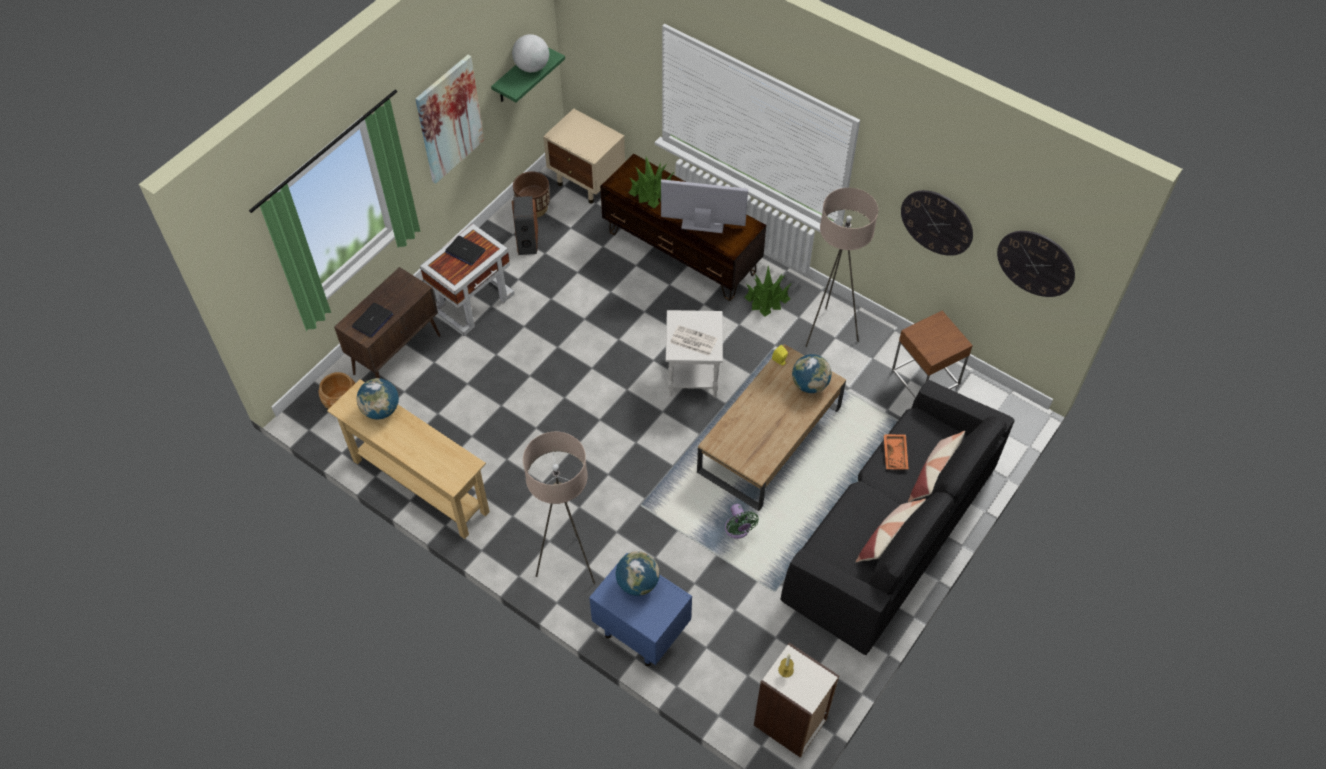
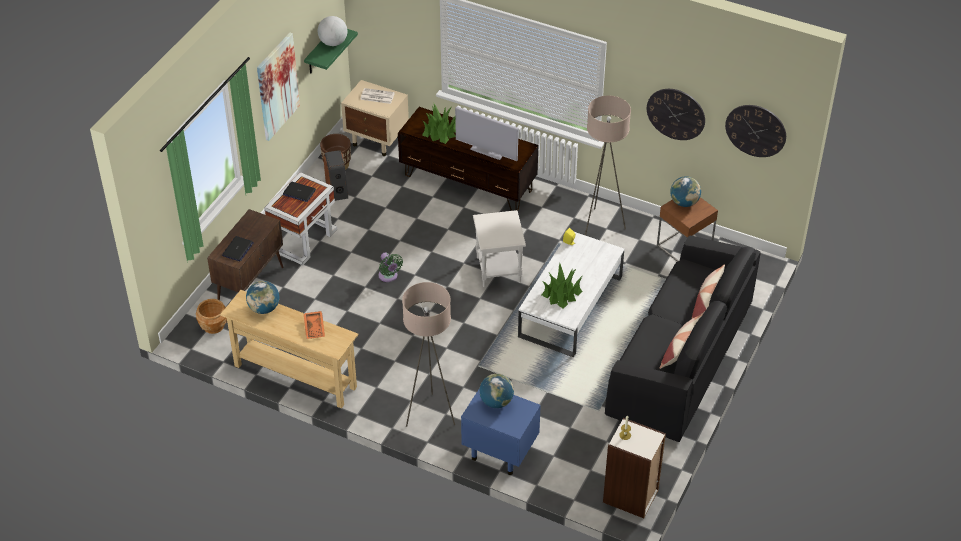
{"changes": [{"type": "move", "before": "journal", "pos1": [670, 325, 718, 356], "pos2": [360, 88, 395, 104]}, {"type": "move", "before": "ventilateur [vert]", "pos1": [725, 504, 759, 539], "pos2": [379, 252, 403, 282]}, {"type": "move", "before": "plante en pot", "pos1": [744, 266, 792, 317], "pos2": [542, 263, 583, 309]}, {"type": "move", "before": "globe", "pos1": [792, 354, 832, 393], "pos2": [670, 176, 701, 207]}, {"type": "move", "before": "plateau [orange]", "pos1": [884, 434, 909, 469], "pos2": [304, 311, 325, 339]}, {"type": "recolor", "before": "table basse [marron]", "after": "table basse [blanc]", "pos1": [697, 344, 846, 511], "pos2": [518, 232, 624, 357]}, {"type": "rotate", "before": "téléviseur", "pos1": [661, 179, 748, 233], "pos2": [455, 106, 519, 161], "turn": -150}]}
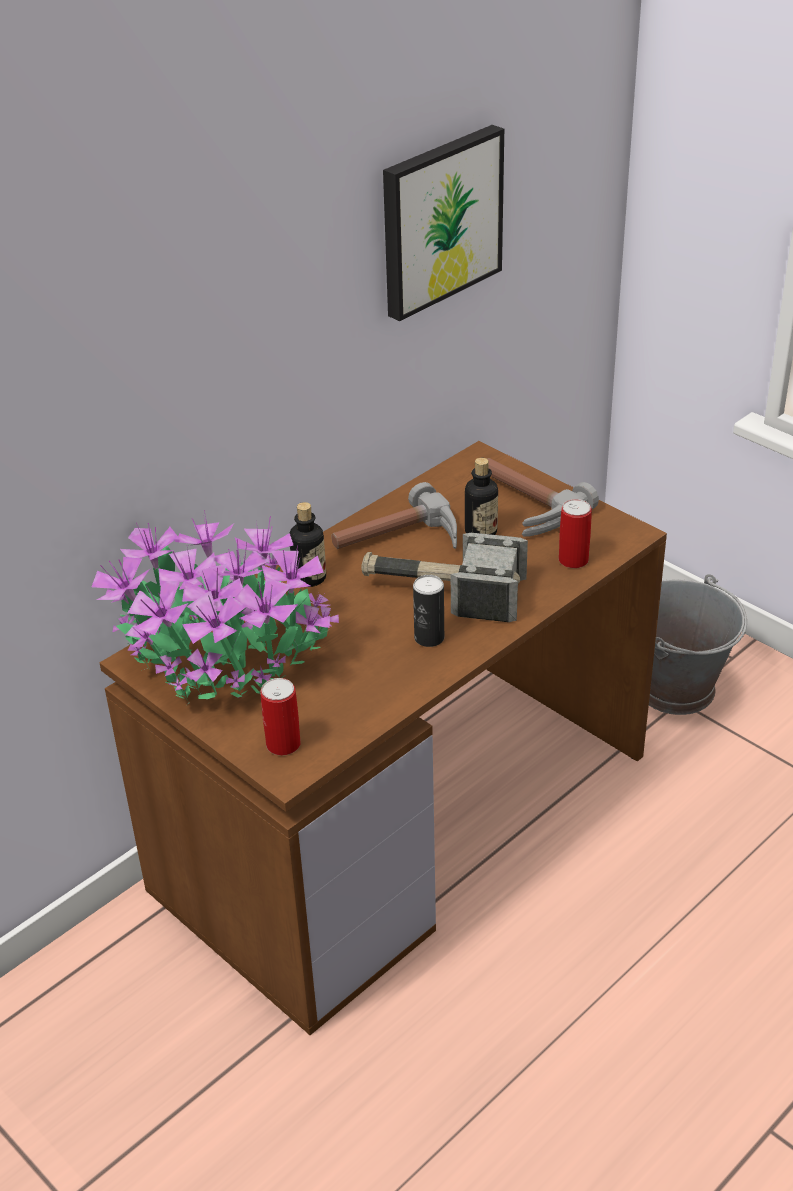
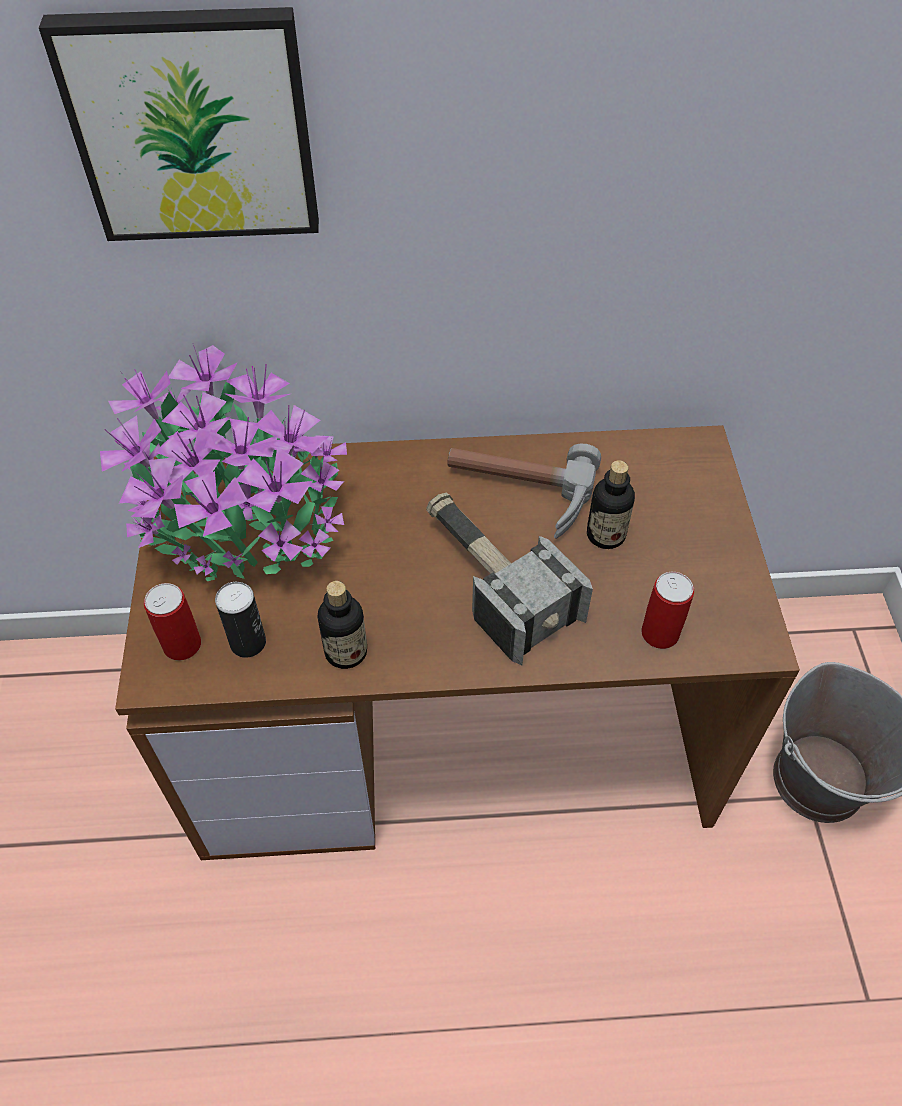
{"changes": [{"type": "delete", "before": "marteau", "pos1": [488, 458, 599, 537]}, {"type": "move", "before": "bouteille", "pos1": [290, 502, 326, 587], "pos2": [318, 581, 367, 669]}, {"type": "move", "before": "tableau", "pos1": [383, 125, 504, 321], "pos2": [39, 7, 319, 241]}, {"type": "move", "before": "boîte métallique", "pos1": [413, 575, 444, 647], "pos2": [215, 582, 266, 658]}]}
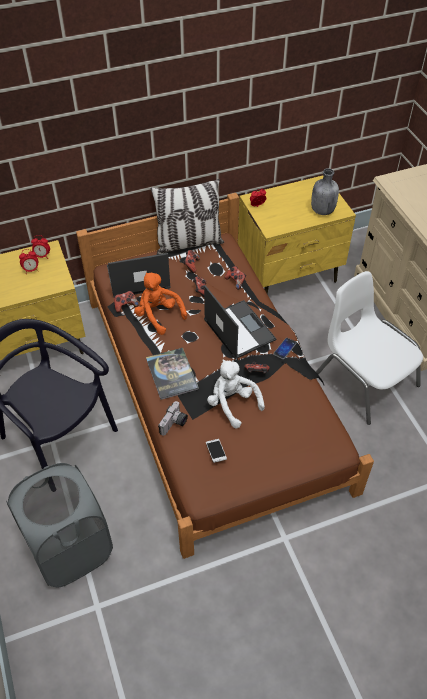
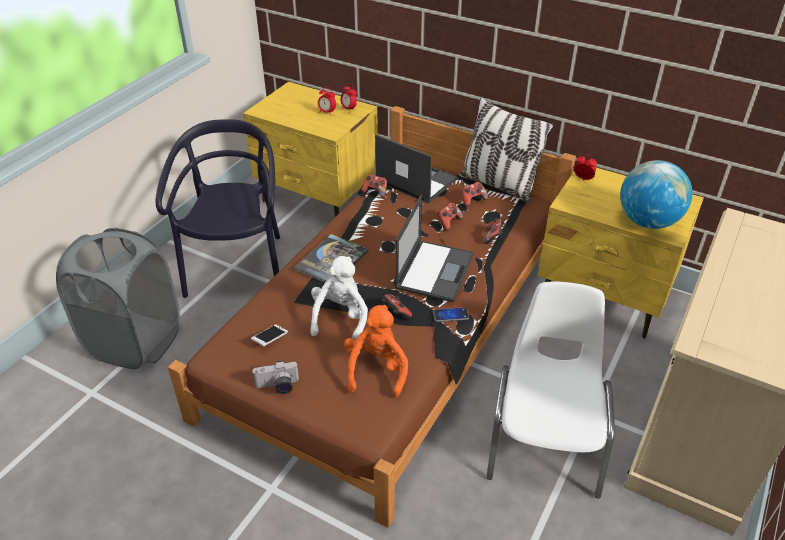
{"changes": [{"type": "move", "before": "peluche [orange]", "pos1": [134, 273, 187, 335], "pos2": [344, 305, 408, 398]}, {"type": "move", "before": "appareil photo", "pos1": [158, 401, 188, 436], "pos2": [252, 360, 299, 394]}, {"type": "replace", "before": "bouteille [gris]", "after": "globe", "pos1": [311, 168, 339, 215], "pos2": [620, 160, 692, 229]}]}
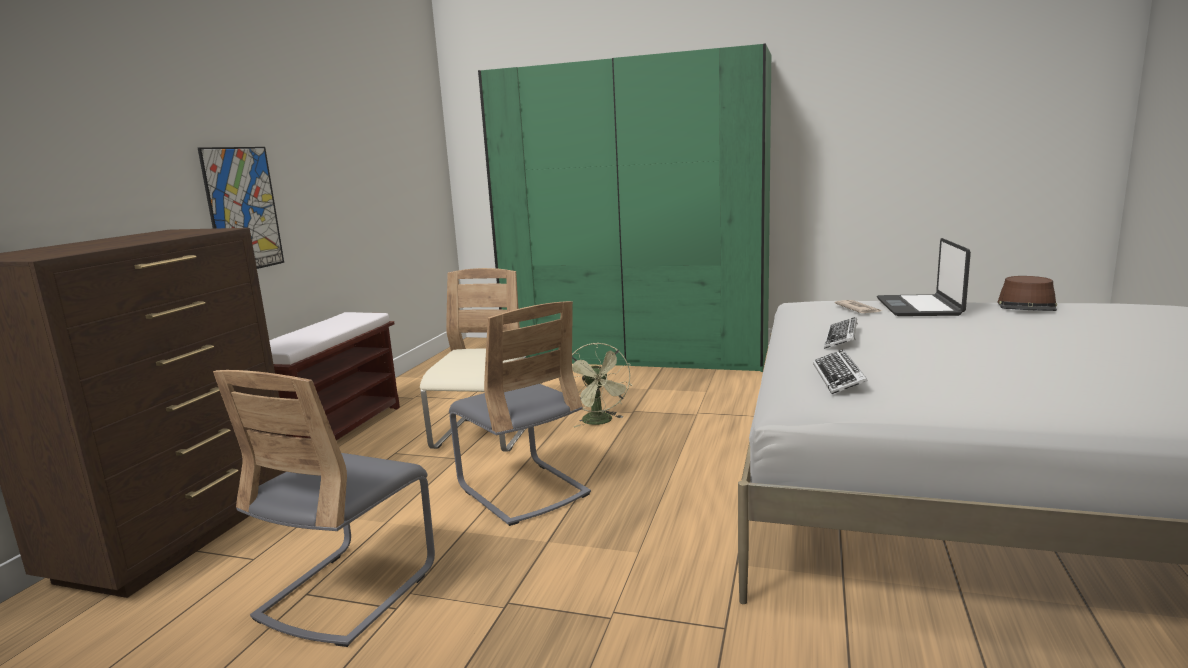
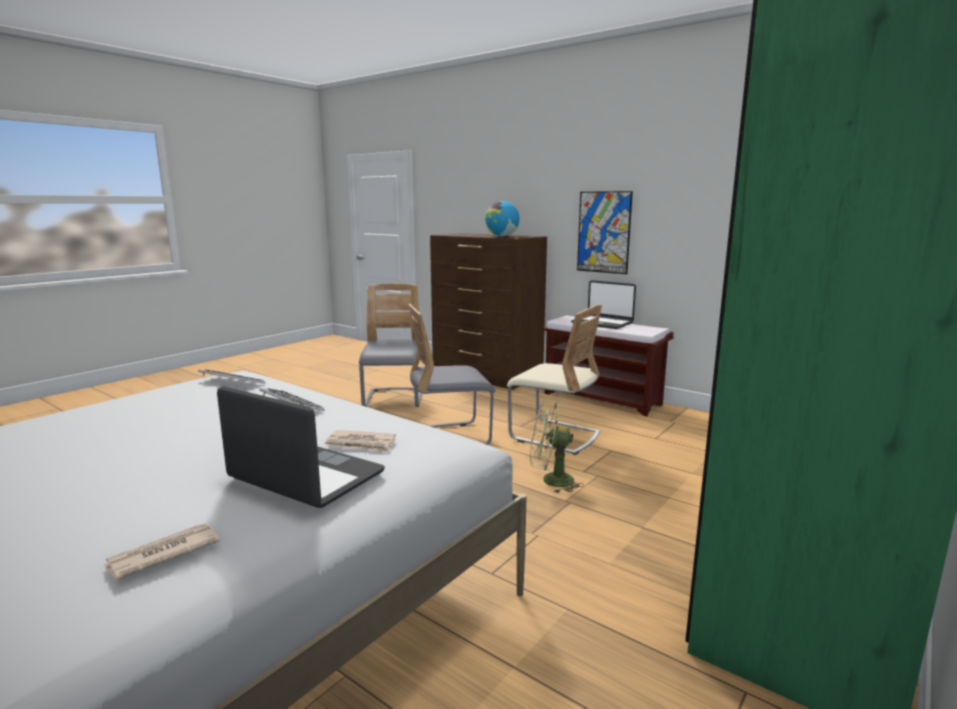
{"changes": [{"type": "insert", "after": "globe", "pos2": [485, 201, 520, 237]}, {"type": "insert", "after": "ordinateur portable", "pos2": [571, 280, 636, 329]}, {"type": "replace", "before": "chapeau [marron]", "after": "journal", "pos1": [997, 276, 1057, 311], "pos2": [103, 524, 220, 580]}, {"type": "rotate", "before": "chaise [gris]", "pos1": [213, 370, 435, 647], "pos2": [359, 283, 422, 407], "turn": 45}]}
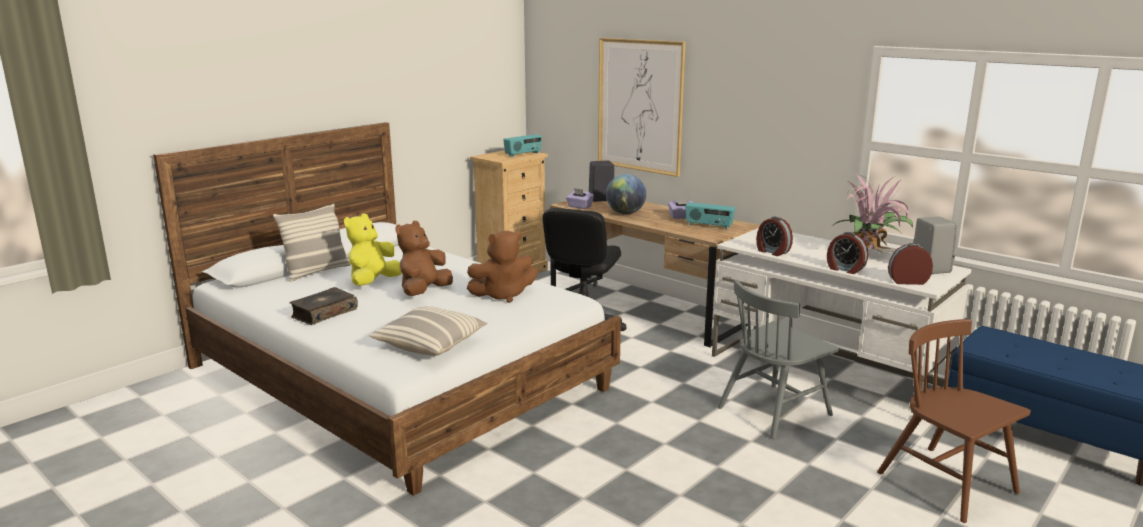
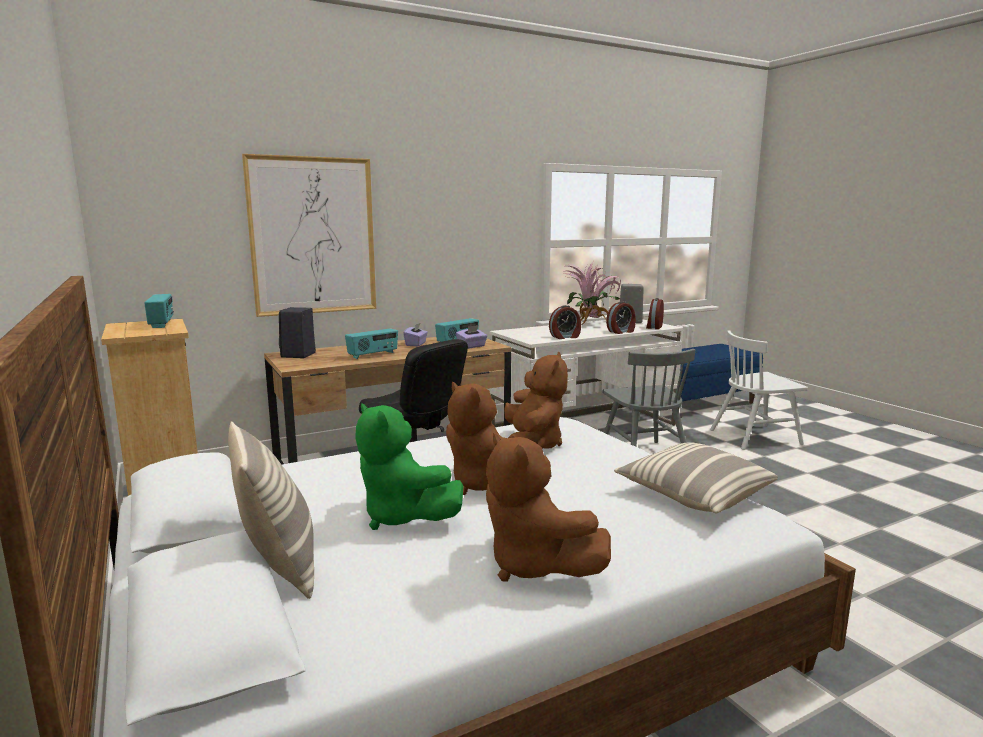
{"changes": [{"type": "move", "before": "boîte à mouchoirs [violet]", "pos1": [566, 188, 594, 209], "pos2": [456, 325, 487, 349]}, {"type": "replace", "before": "livre", "after": "peluche [marron]", "pos1": [289, 287, 358, 325], "pos2": [486, 433, 611, 582]}, {"type": "replace", "before": "globe", "after": "radio", "pos1": [606, 174, 646, 214], "pos2": [345, 328, 398, 359]}, {"type": "recolor", "before": "peluche [jaune]", "after": "peluche [vert]", "pos1": [344, 214, 401, 286], "pos2": [355, 403, 463, 530]}, {"type": "recolor", "before": "chaise [marron]", "after": "chaise [blanc]", "pos1": [877, 319, 1031, 523], "pos2": [710, 330, 808, 450]}]}
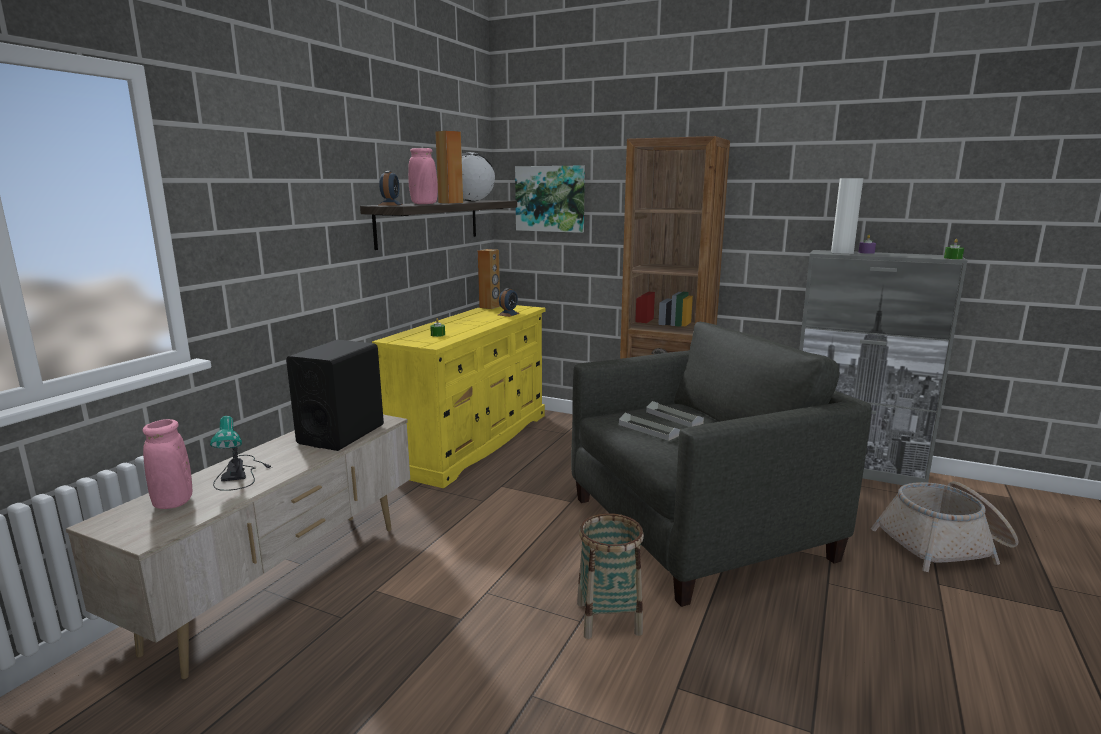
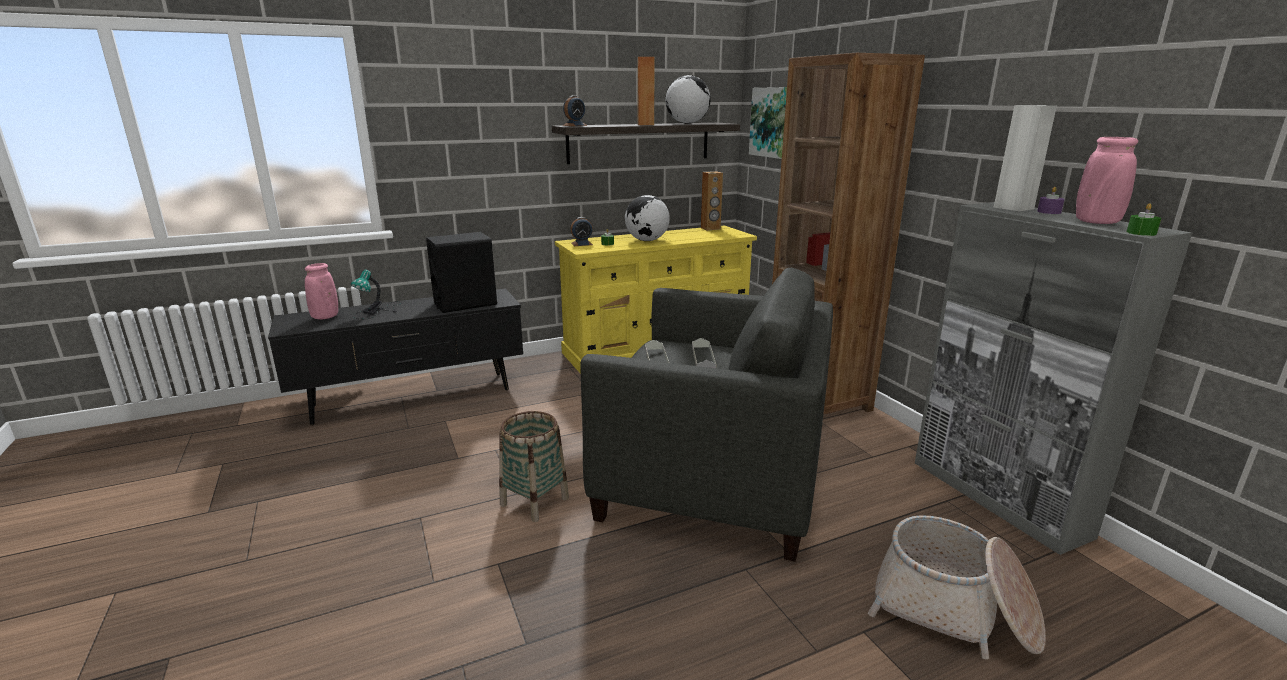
{"changes": [{"type": "insert", "after": "globe", "pos2": [625, 195, 670, 241]}, {"type": "move", "before": "vase [rose]", "pos1": [408, 148, 438, 204], "pos2": [1076, 137, 1138, 224]}, {"type": "move", "before": "réveil", "pos1": [498, 288, 520, 317], "pos2": [570, 217, 593, 246]}, {"type": "recolor", "before": "meuble télé [beige]", "after": "meuble télé [noir]", "pos1": [66, 414, 410, 679], "pos2": [268, 288, 523, 425]}]}
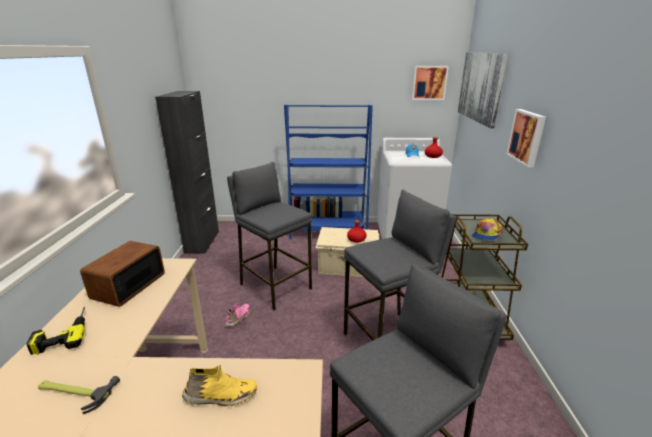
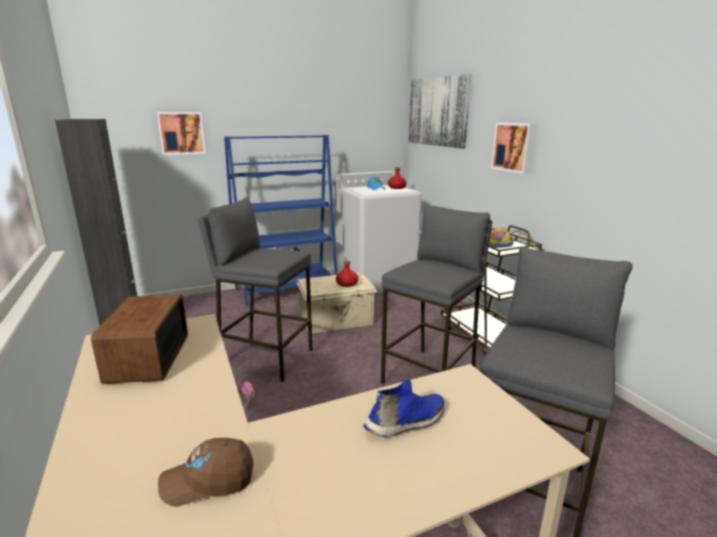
{"changes": [{"type": "delete", "before": "perceuse", "pos1": [26, 307, 85, 355]}, {"type": "move", "before": "tableau", "pos1": [412, 66, 449, 100], "pos2": [157, 112, 206, 155]}, {"type": "replace", "before": "marteau", "after": "casquette [marron]", "pos1": [38, 376, 120, 414], "pos2": [158, 438, 253, 507]}, {"type": "recolor", "before": "chaussure [jaune]", "after": "chaussure [bleu]", "pos1": [182, 365, 257, 406], "pos2": [363, 379, 444, 437]}]}
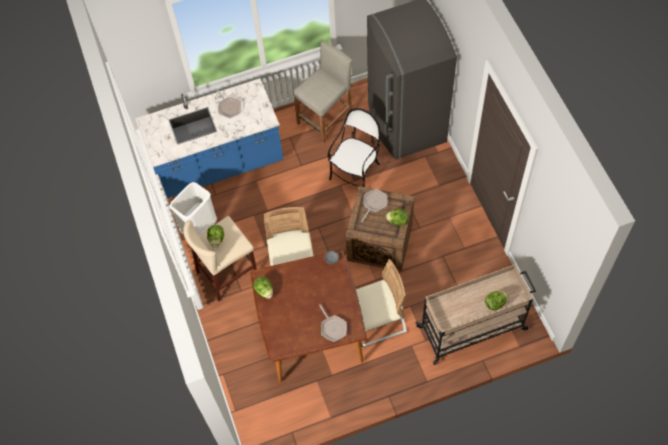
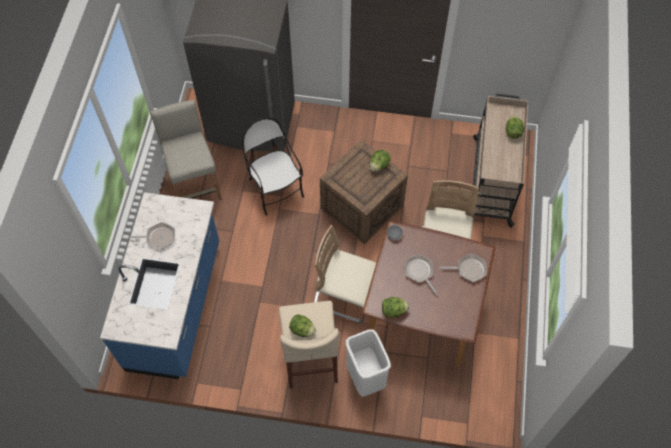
{"changes": [{"type": "move", "before": "poubelle [blanc]", "pos1": [169, 182, 217, 235], "pos2": [346, 329, 391, 396]}, {"type": "move", "before": "poêle", "pos1": [361, 189, 387, 222], "pos2": [405, 254, 437, 295]}]}
